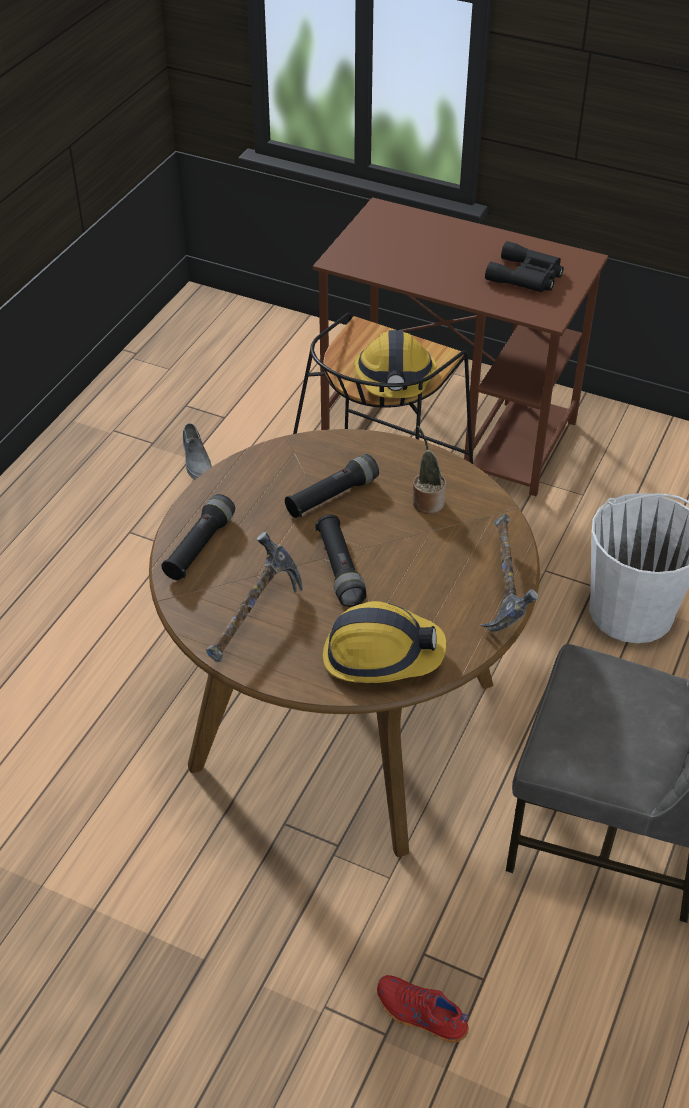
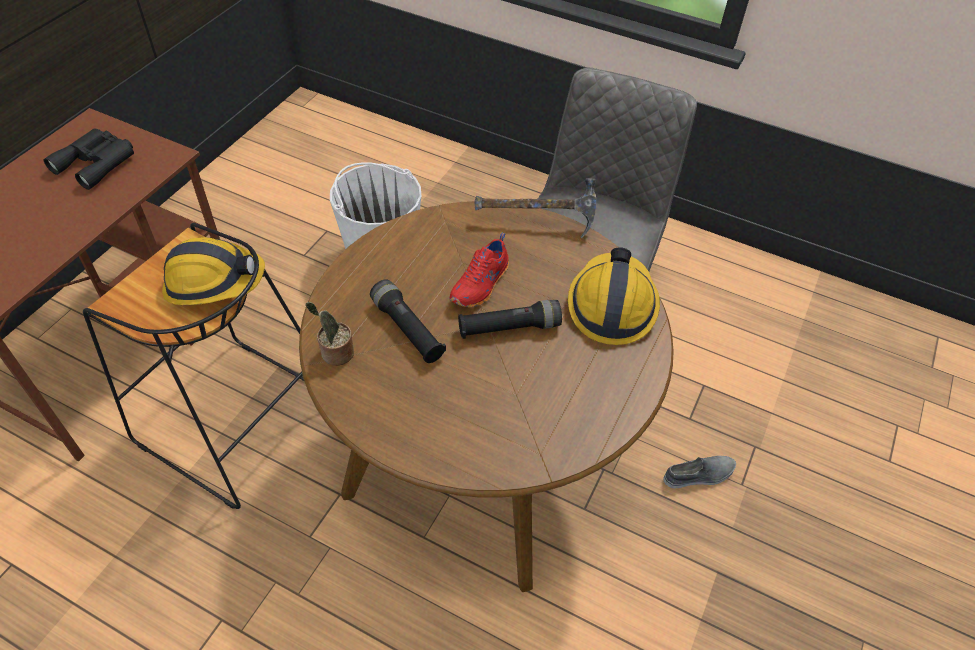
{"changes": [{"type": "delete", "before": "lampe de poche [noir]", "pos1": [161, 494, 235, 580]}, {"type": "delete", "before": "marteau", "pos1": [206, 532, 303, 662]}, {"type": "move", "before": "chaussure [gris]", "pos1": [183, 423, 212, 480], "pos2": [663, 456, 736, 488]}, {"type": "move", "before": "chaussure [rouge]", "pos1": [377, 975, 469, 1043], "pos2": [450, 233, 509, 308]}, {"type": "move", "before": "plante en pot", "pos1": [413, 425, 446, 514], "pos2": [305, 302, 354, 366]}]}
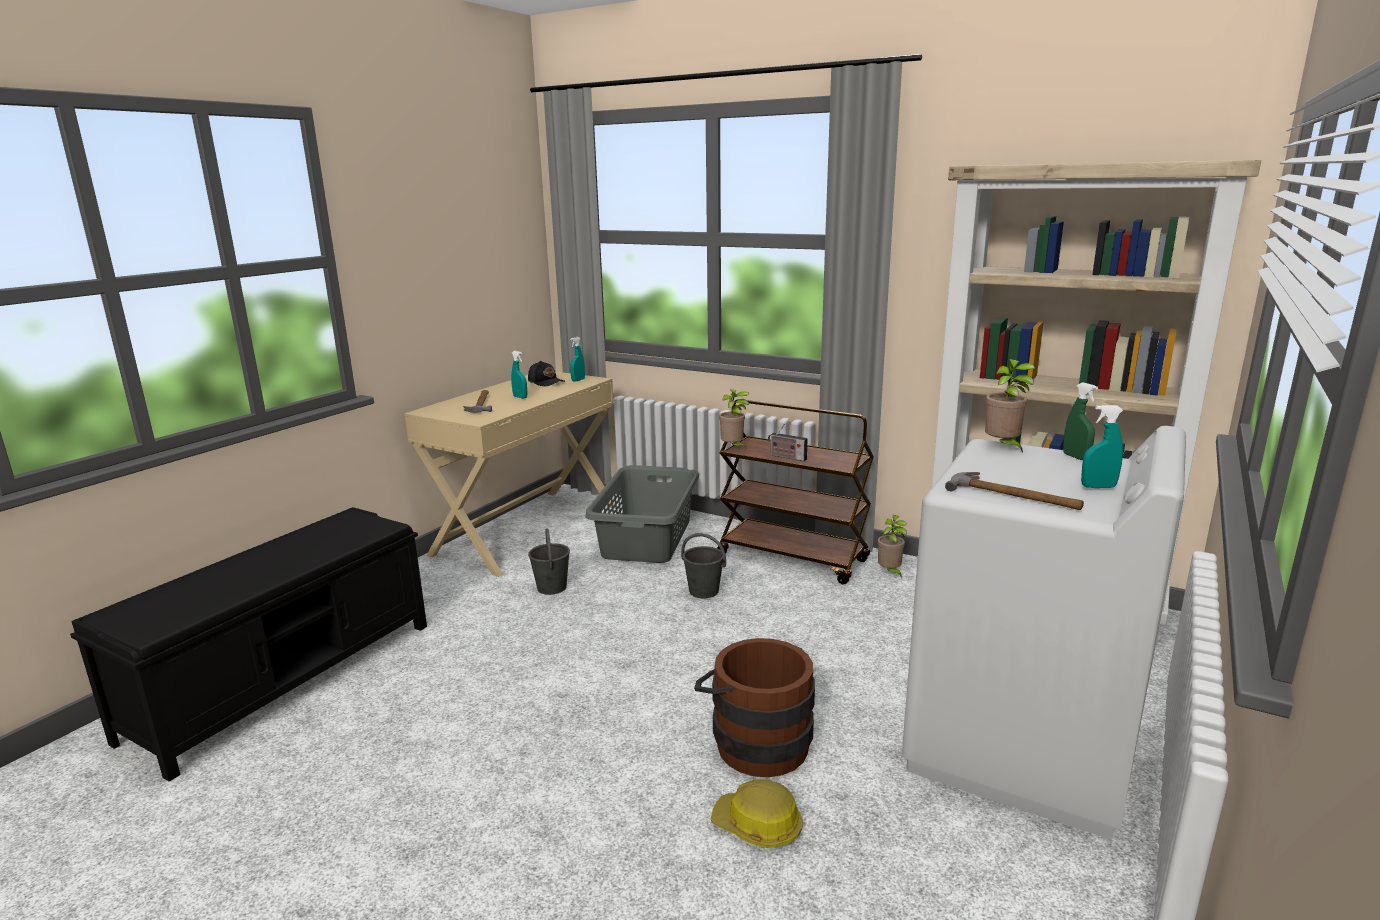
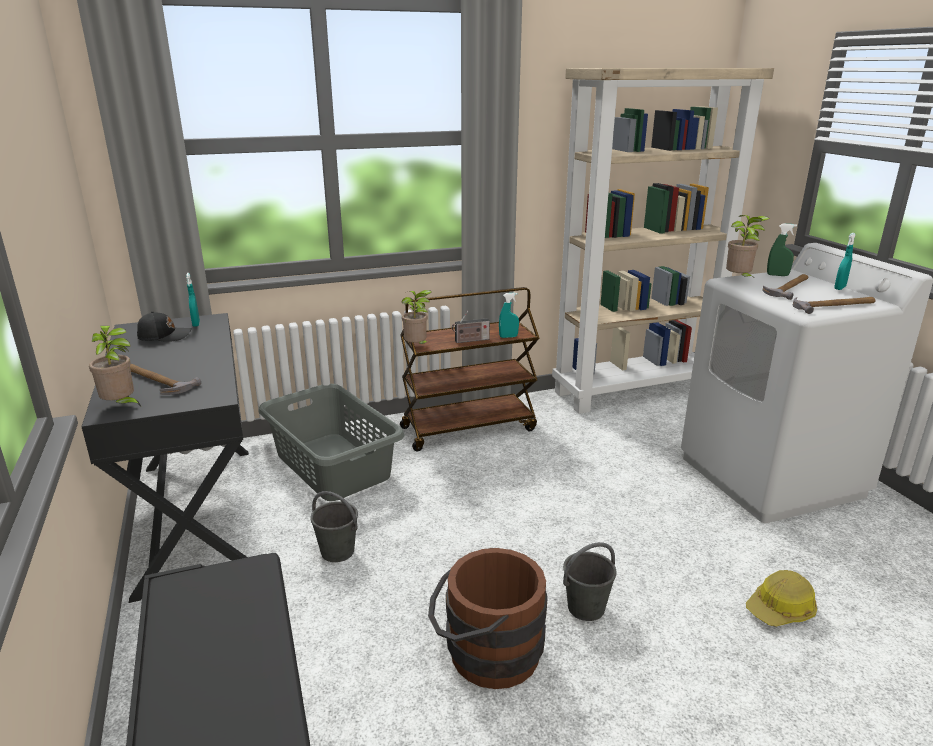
{"changes": [{"type": "insert", "after": "marteau", "pos2": [762, 274, 808, 300]}, {"type": "move", "before": "vaporisateur [turquoise]", "pos1": [511, 351, 527, 399], "pos2": [499, 293, 519, 338]}, {"type": "move", "before": "seau [gris]", "pos1": [681, 533, 726, 598], "pos2": [563, 542, 617, 621]}, {"type": "move", "before": "seau [marron]", "pos1": [694, 638, 815, 777], "pos2": [428, 548, 548, 689]}, {"type": "move", "before": "plante en pot", "pos1": [878, 515, 907, 579], "pos2": [89, 326, 142, 408]}, {"type": "recolor", "before": "bureau [beige]", "after": "bureau [noir]", "pos1": [404, 372, 616, 577], "pos2": [82, 313, 249, 603]}]}
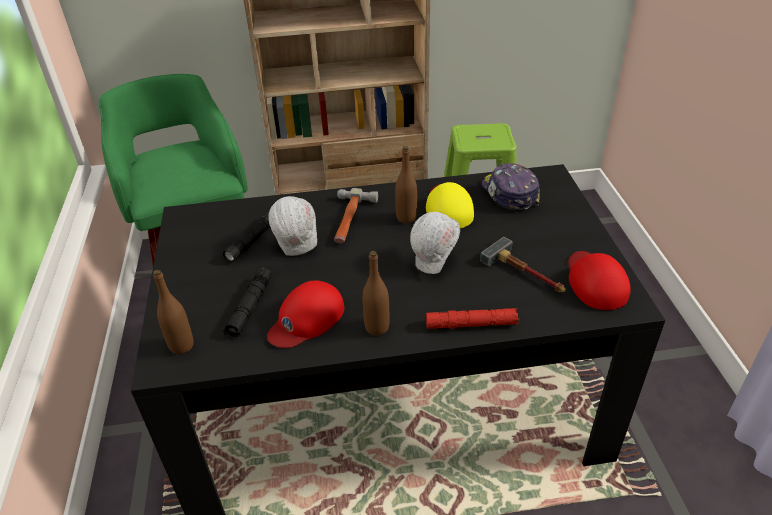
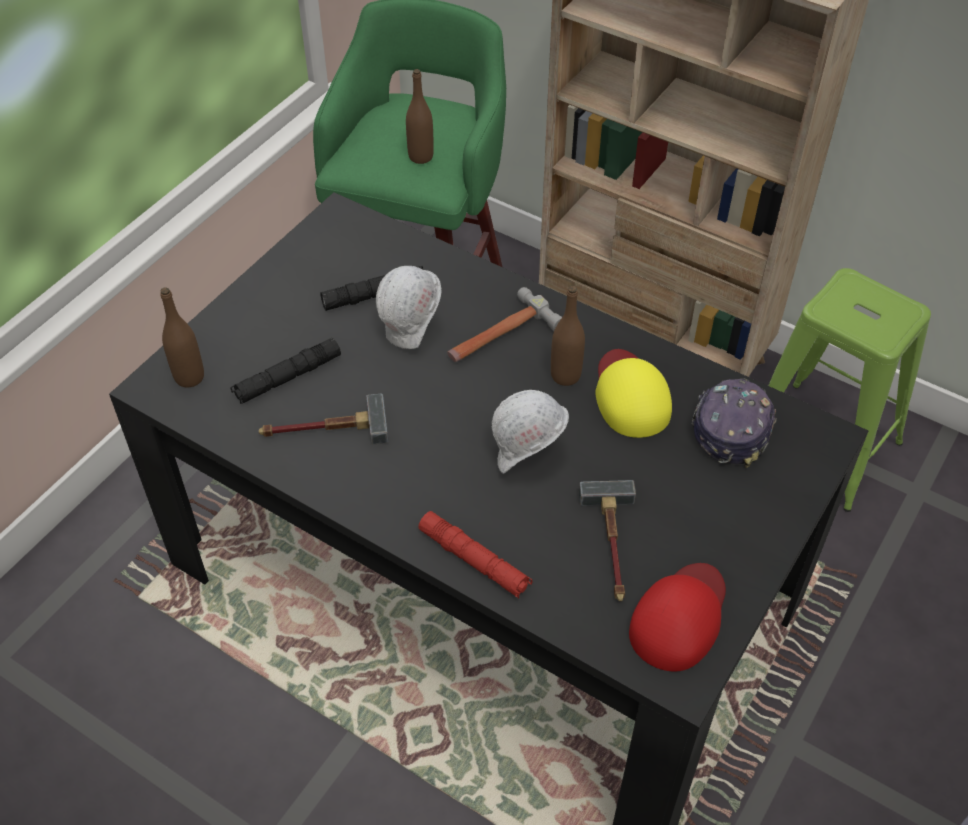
{"changes": [{"type": "move", "before": "bouteille [marron]", "pos1": [362, 251, 389, 336], "pos2": [406, 69, 434, 164]}, {"type": "replace", "before": "casquette [rouge]", "after": "marteau", "pos1": [267, 280, 344, 348], "pos2": [259, 394, 388, 444]}, {"type": "rotate", "before": "casquette [jaune]", "pos1": [426, 182, 474, 229], "pos2": [596, 349, 672, 438], "turn": -45}]}
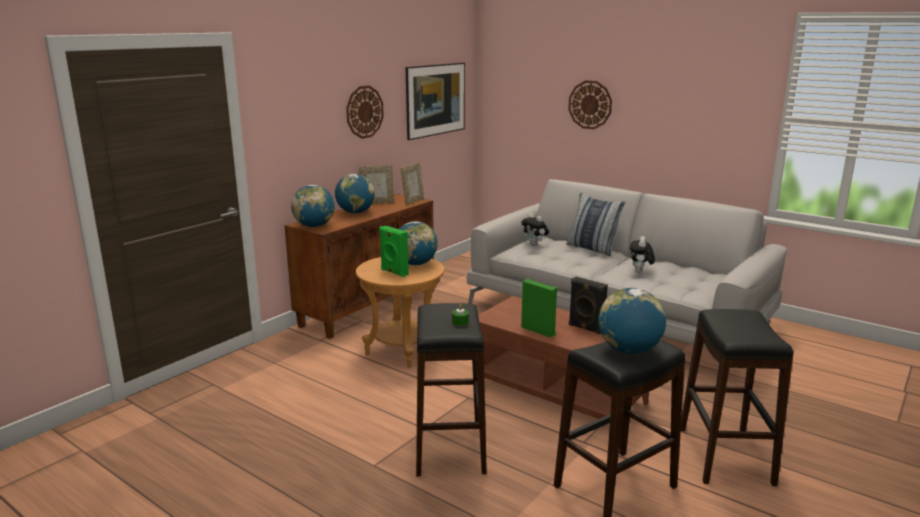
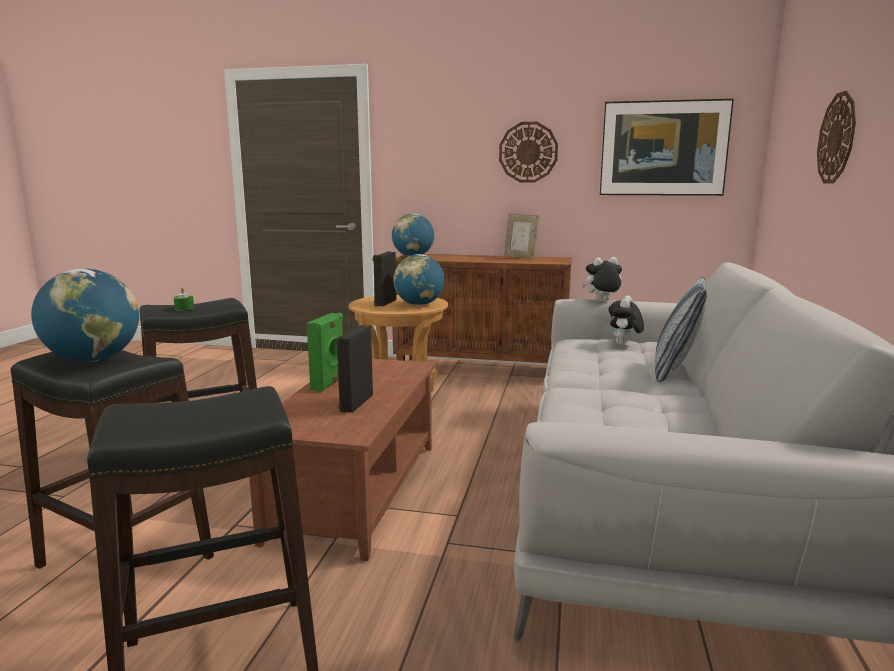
{"changes": [{"type": "delete", "before": "globe", "pos1": [335, 174, 375, 213]}, {"type": "delete", "before": "cadre photo", "pos1": [400, 162, 424, 205]}, {"type": "move", "before": "peluche", "pos1": [630, 236, 655, 272], "pos2": [582, 257, 622, 302]}, {"type": "recolor", "before": "enceinte [vert]", "after": "enceinte [noir]", "pos1": [379, 226, 409, 277], "pos2": [373, 251, 397, 307]}]}
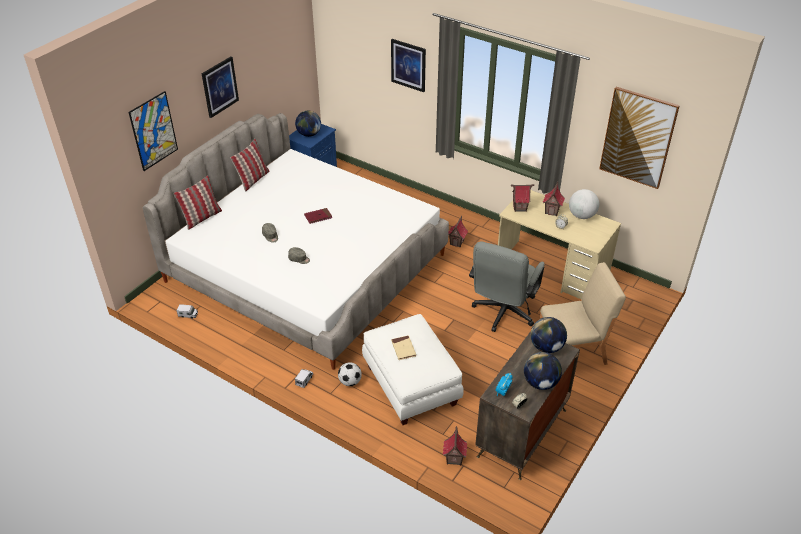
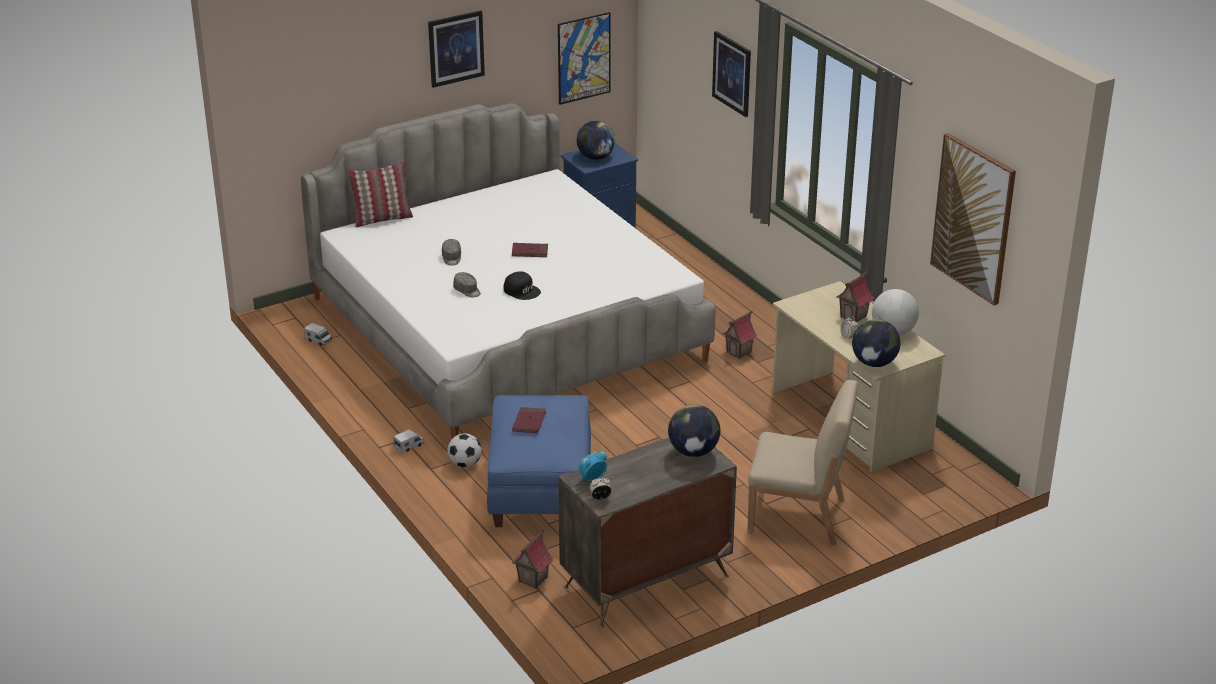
{"changes": [{"type": "delete", "before": "coussin", "pos1": [230, 139, 269, 192]}, {"type": "delete", "before": "chaise de bureau [gris]", "pos1": [469, 241, 545, 332]}, {"type": "delete", "before": "maison miniature", "pos1": [511, 184, 535, 212]}, {"type": "insert", "after": "casquette [noir]", "pos2": [504, 272, 541, 300]}, {"type": "move", "before": "tableau", "pos1": [128, 91, 178, 171], "pos2": [558, 12, 611, 105]}, {"type": "move", "before": "globe", "pos1": [524, 352, 562, 390], "pos2": [852, 319, 901, 367]}, {"type": "recolor", "before": "pouf [blanc]", "after": "pouf [bleu]", "pos1": [362, 314, 464, 425], "pos2": [487, 395, 591, 527]}, {"type": "recolor", "before": "livre [beige]", "after": "livre [rouge]", "pos1": [391, 335, 416, 360], "pos2": [512, 407, 546, 433]}]}
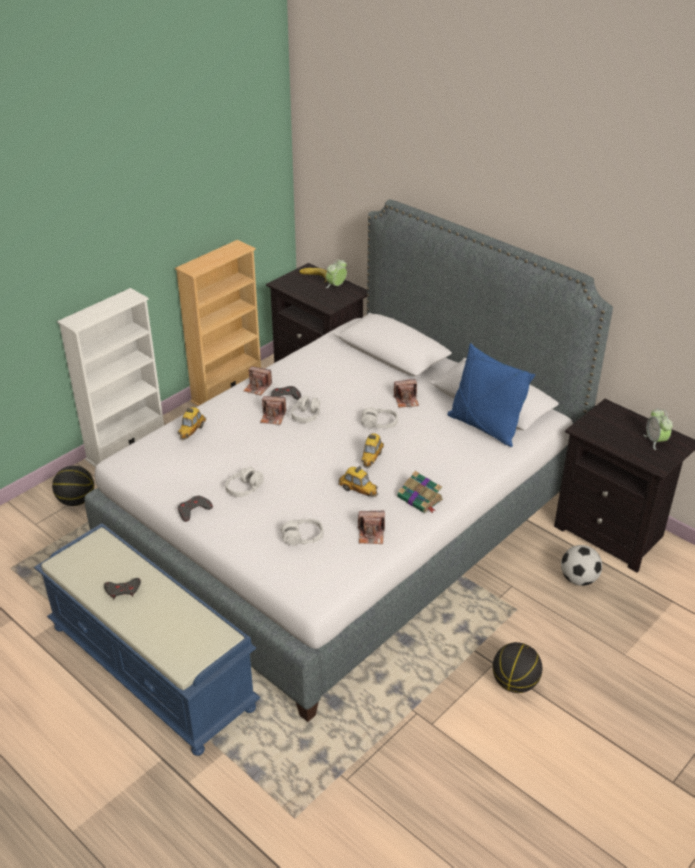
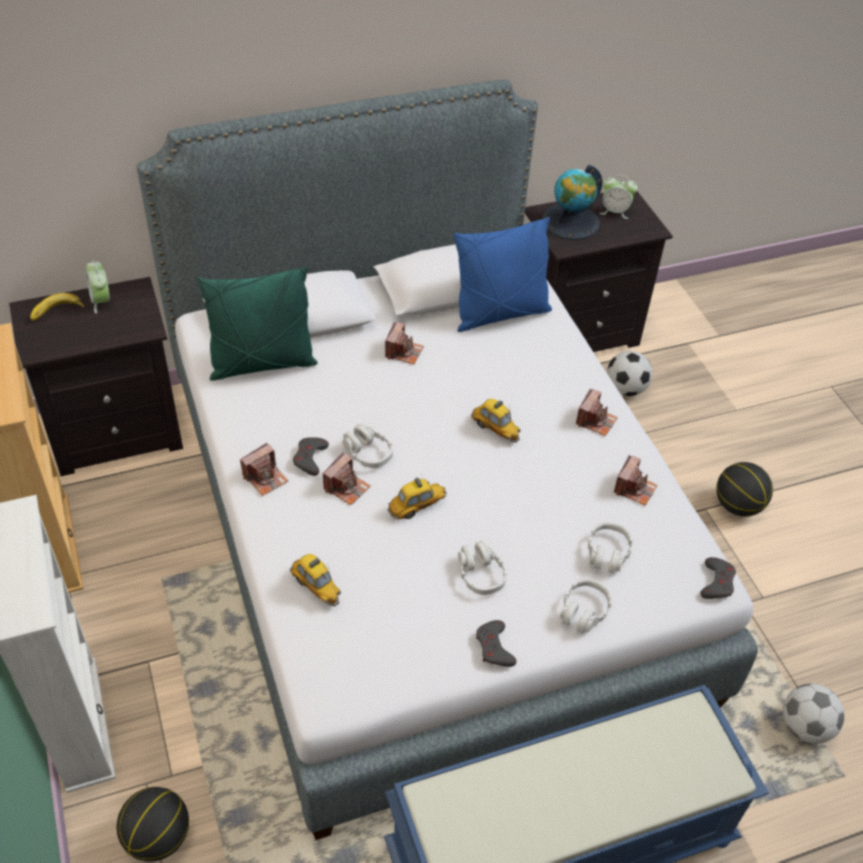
{"changes": [{"type": "insert", "after": "coussin [vert]", "pos2": [197, 266, 318, 381]}, {"type": "insert", "after": "globe", "pos2": [542, 165, 603, 240]}, {"type": "insert", "after": "ballon de foot", "pos2": [783, 683, 845, 744]}, {"type": "move", "before": "manette [gris]", "pos1": [104, 578, 141, 600], "pos2": [700, 557, 736, 599]}, {"type": "move", "before": "petite voiture", "pos1": [338, 466, 378, 497], "pos2": [387, 473, 447, 520]}, {"type": "move", "before": "casque audio [gris]", "pos1": [361, 407, 398, 429], "pos2": [560, 579, 612, 633]}, {"type": "replace", "before": "livre", "after": "appareil photo", "pos1": [397, 471, 443, 513], "pos2": [576, 388, 618, 436]}]}
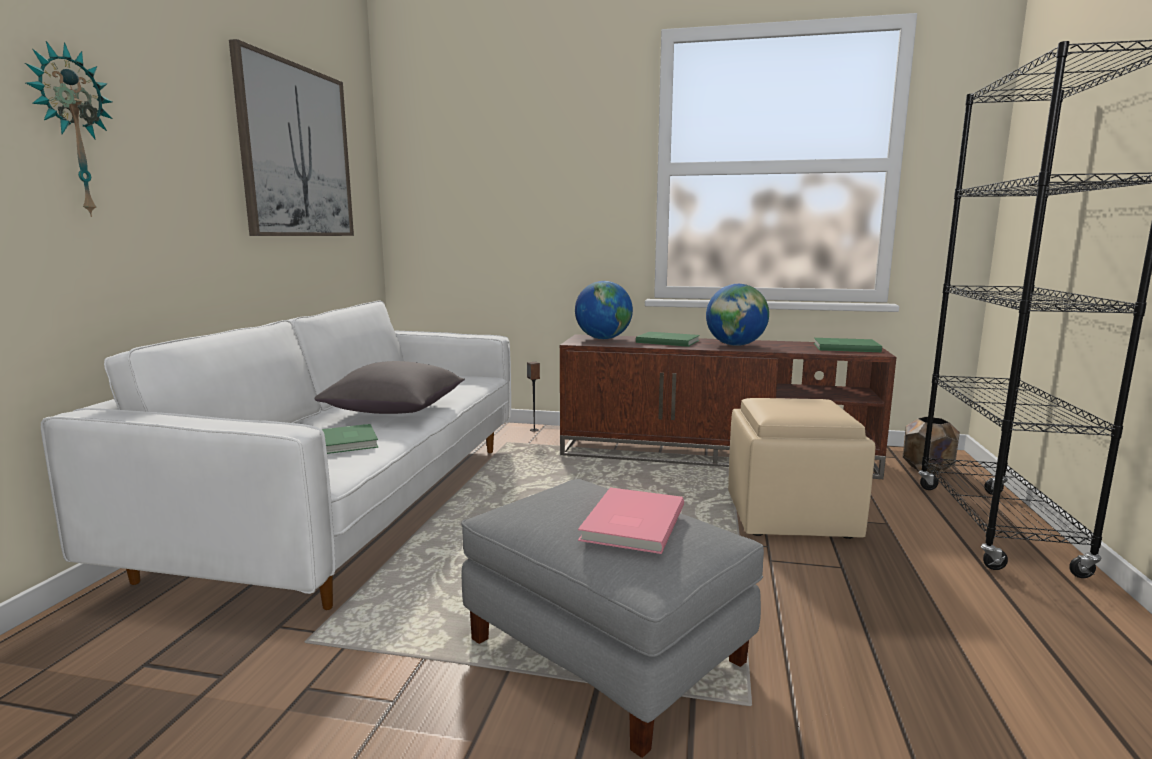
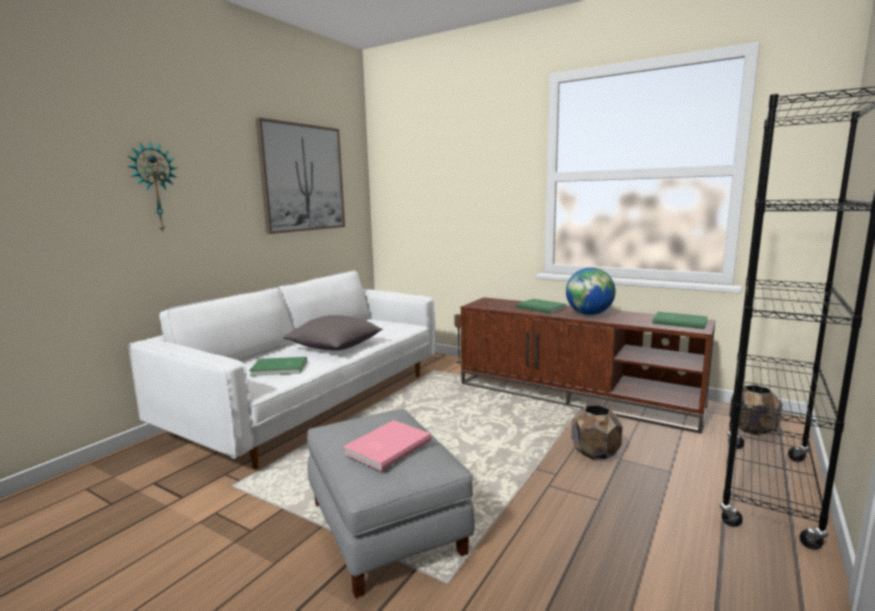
{"changes": [{"type": "delete", "before": "globe", "pos1": [575, 281, 633, 339]}, {"type": "replace", "before": "pouf [beige]", "after": "cache-pot [marron]", "pos1": [728, 398, 875, 539], "pos2": [571, 405, 622, 460]}]}
